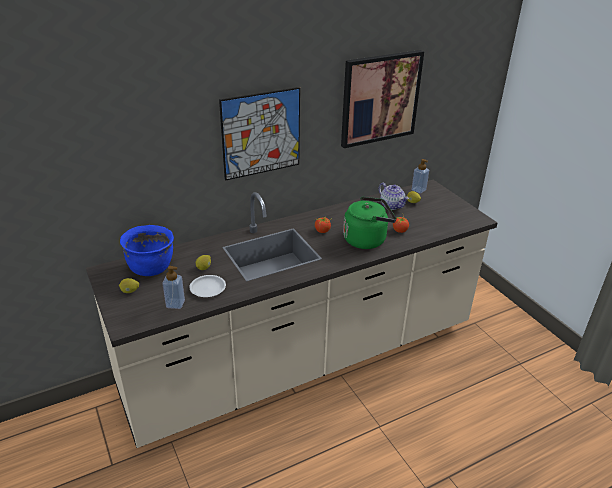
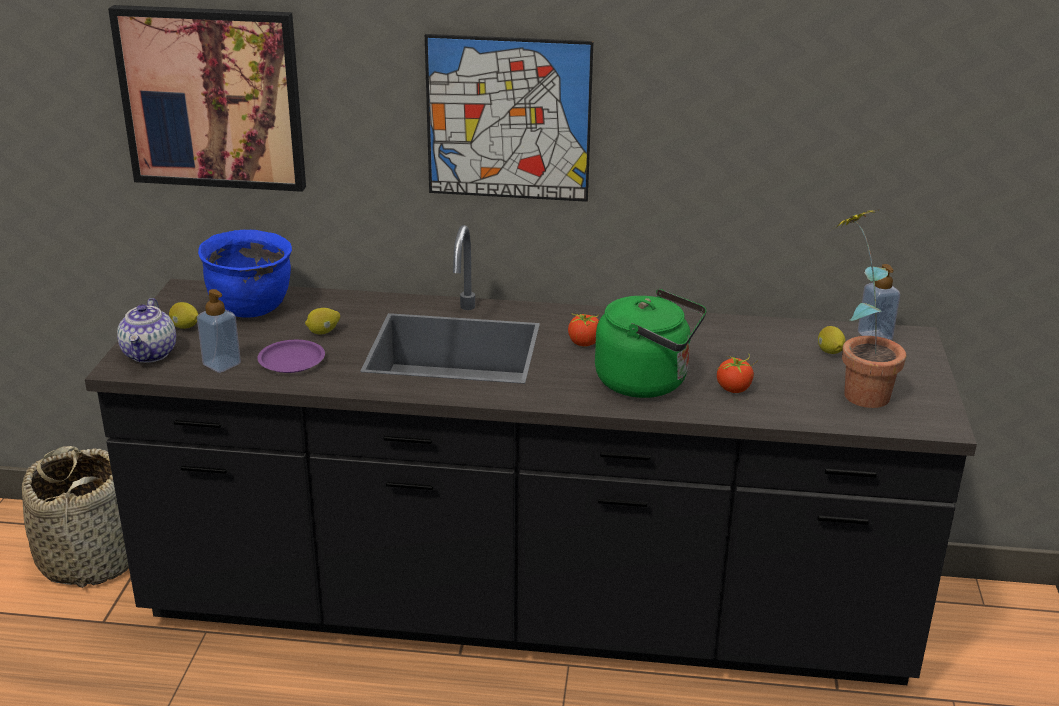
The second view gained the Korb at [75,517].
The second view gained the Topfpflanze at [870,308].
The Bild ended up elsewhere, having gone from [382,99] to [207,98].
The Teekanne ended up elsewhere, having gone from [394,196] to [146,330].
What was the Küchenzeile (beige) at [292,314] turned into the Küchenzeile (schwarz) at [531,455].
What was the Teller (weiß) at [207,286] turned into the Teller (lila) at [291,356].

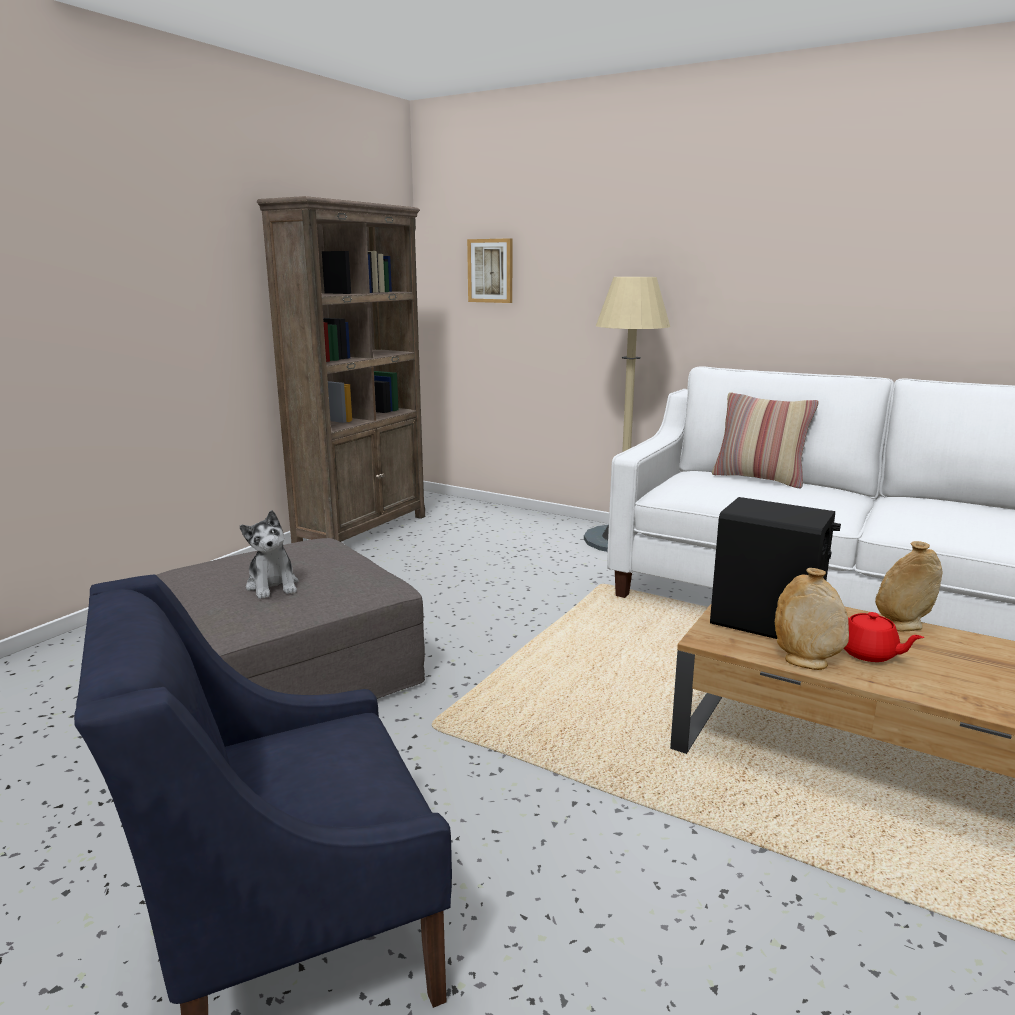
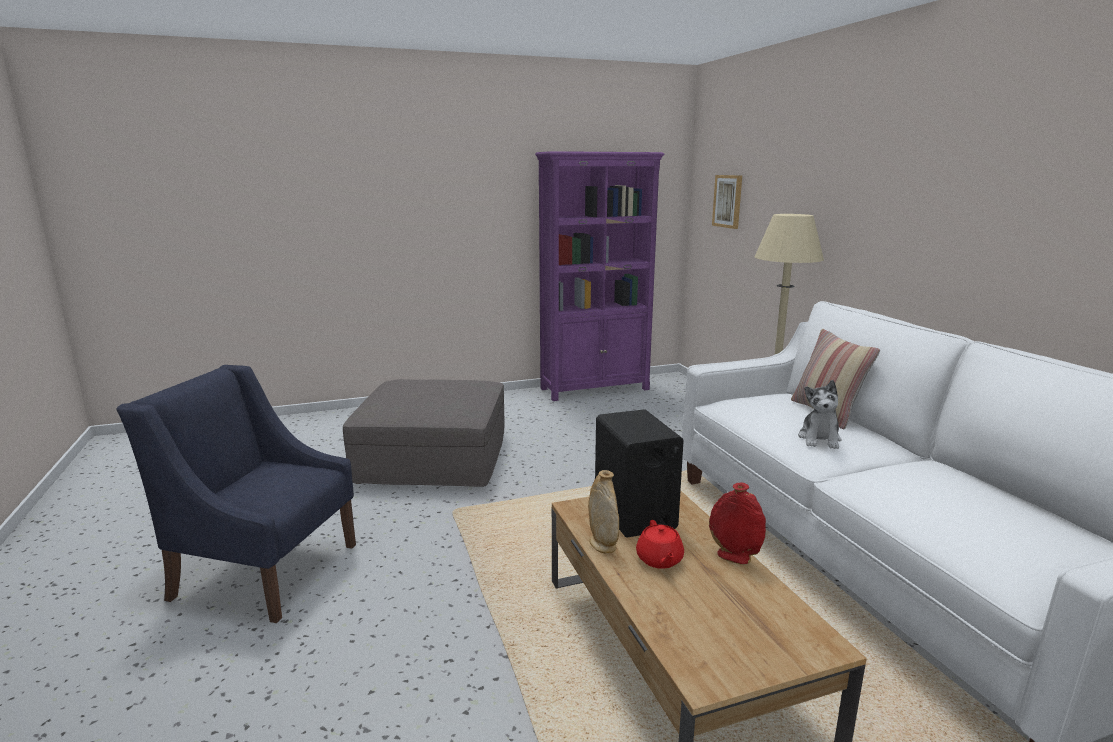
The Plüschtier ended up elsewhere, having gone from [269,554] to [820,414].
What was the Bücherregal (braun) at [341,369] turned into the Bücherregal (lila) at [599,276].
What was the Vase (beige) at [908,586] turned into the Vase (rot) at [737,524].

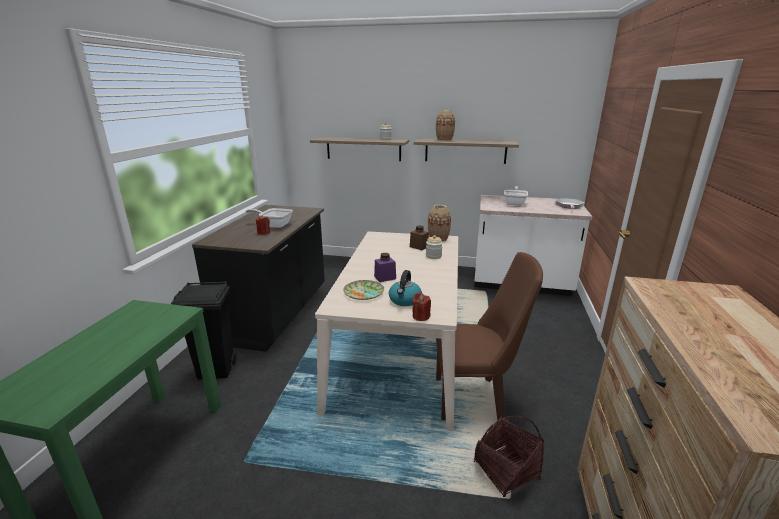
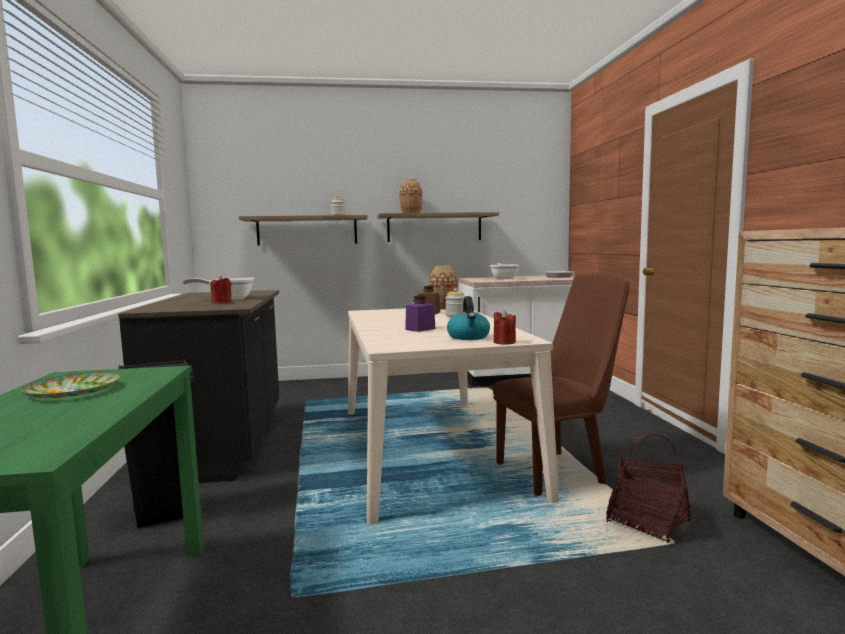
The Teller ended up elsewhere, having gone from [363,290] to [70,385].

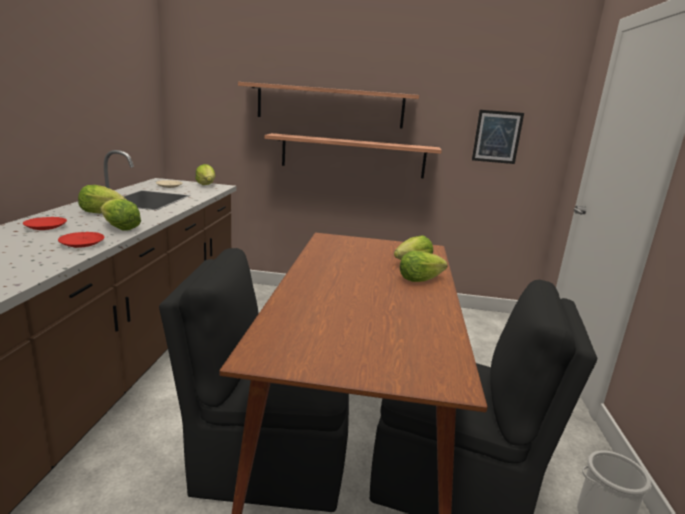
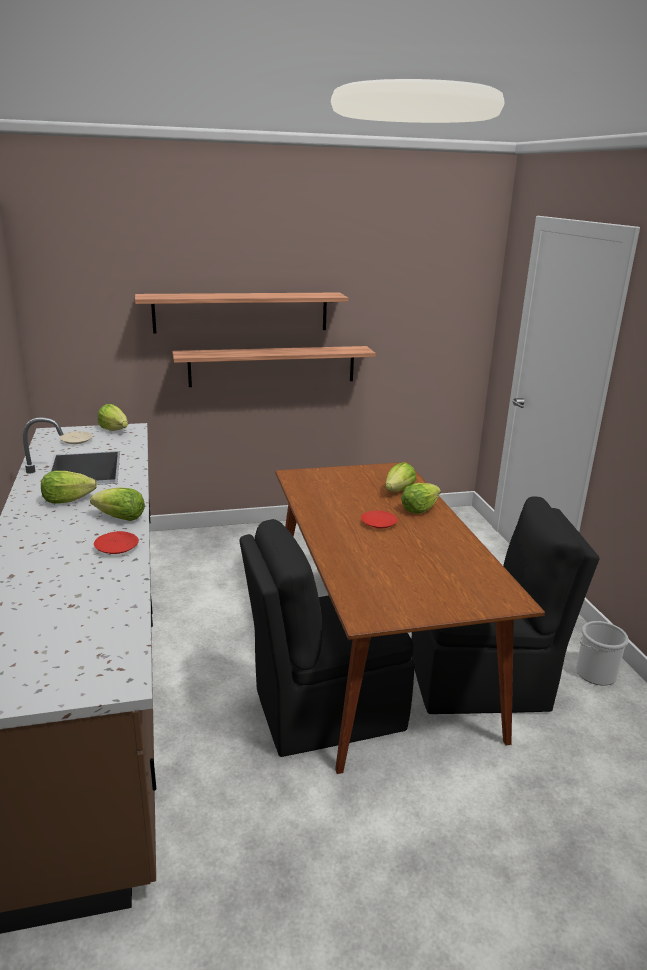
The second view lost the Bild at [498,137].
The Teller (rot) ended up elsewhere, having gone from [45,223] to [379,519].

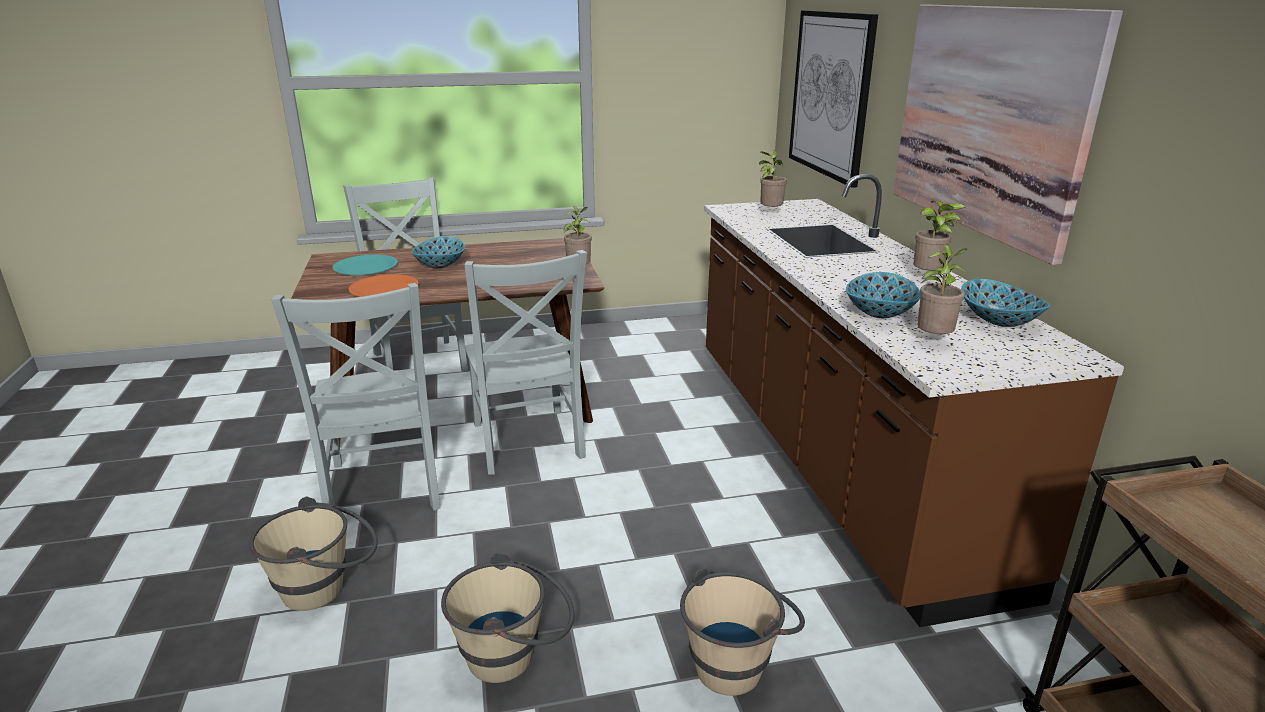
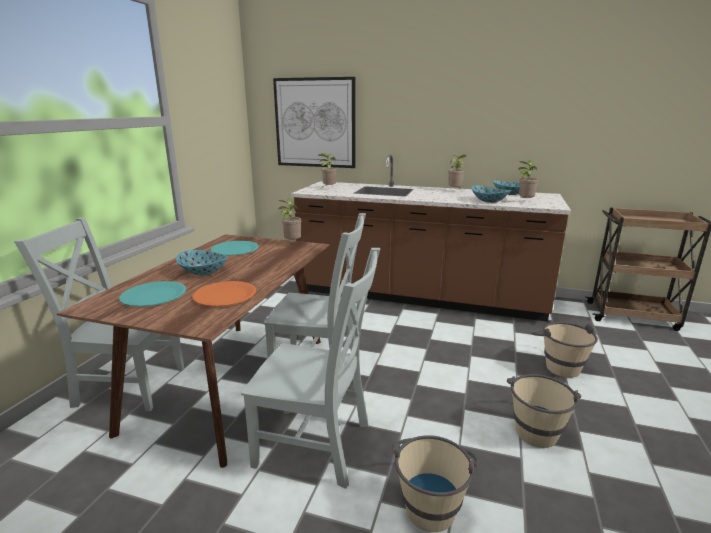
The second view lost the Bild at [1008,135].
The second view gained the Teller (türkis) at [234,248].

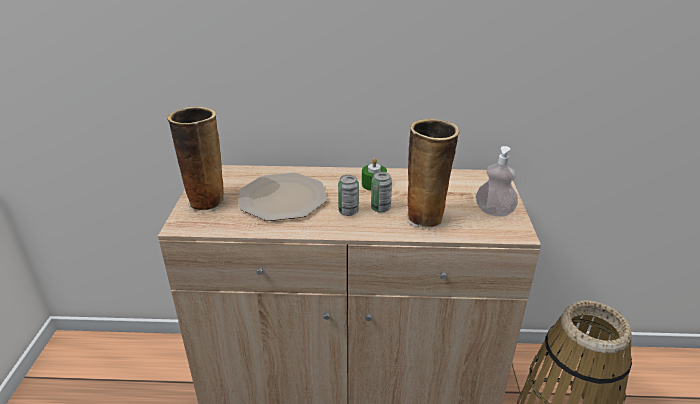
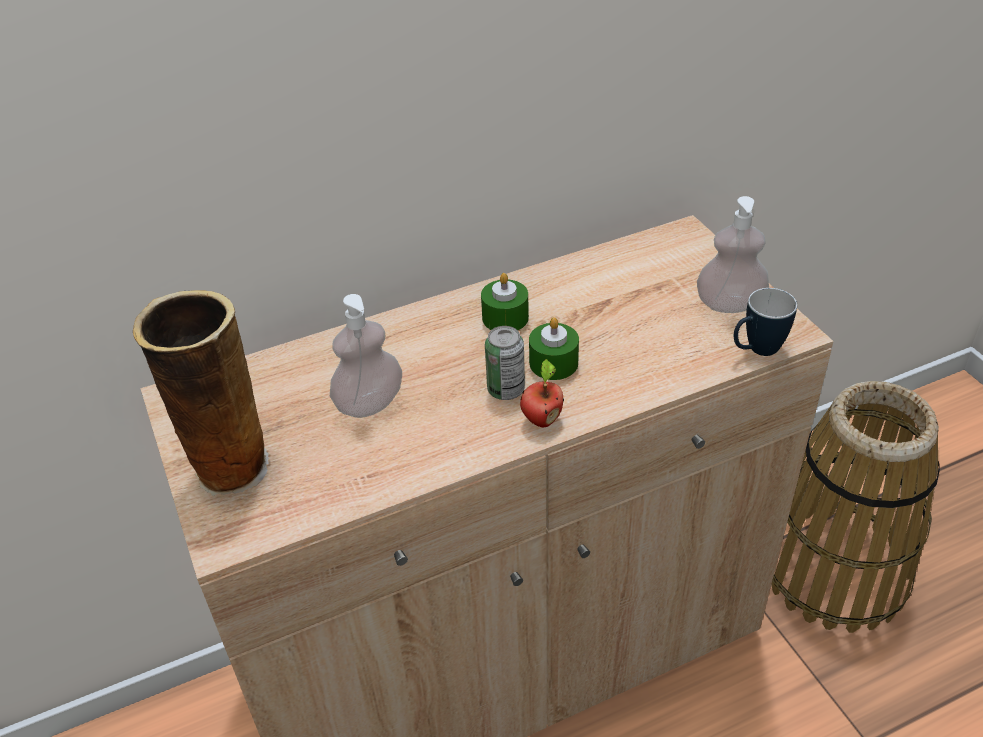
The second view lost the Vase at [432,174].
The second view gained the Apfel at [542,393].
The second view gained the Henkelbecher at [765,322].
Where the Teller stood at [282,196], the Seifenspender came to stand at [366,356].
Where the Dose stood at [381,192], the Kerze (grün) came to stand at [554,348].

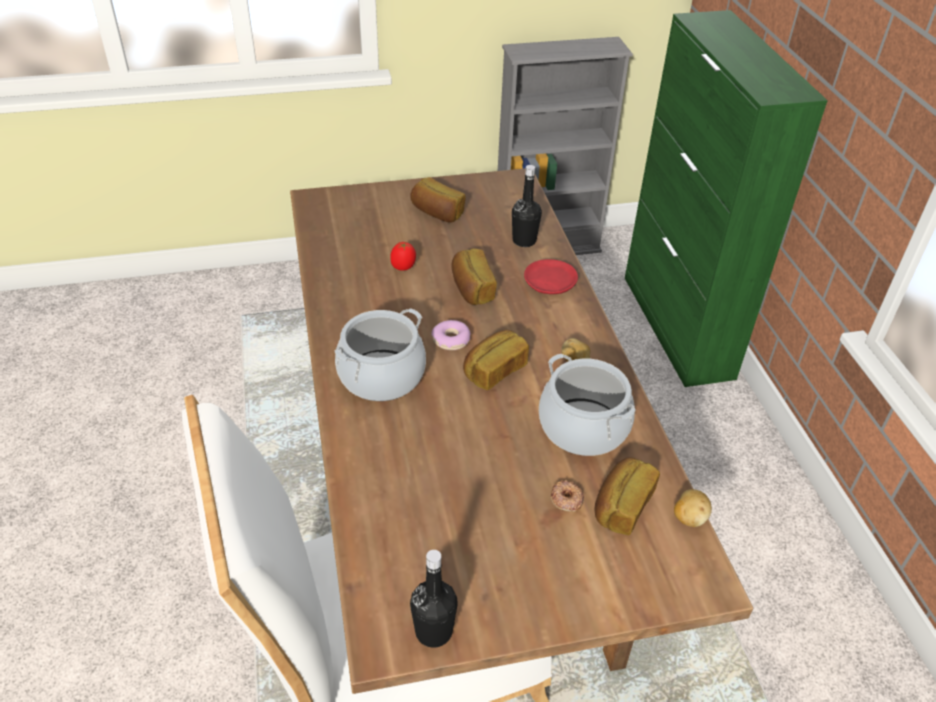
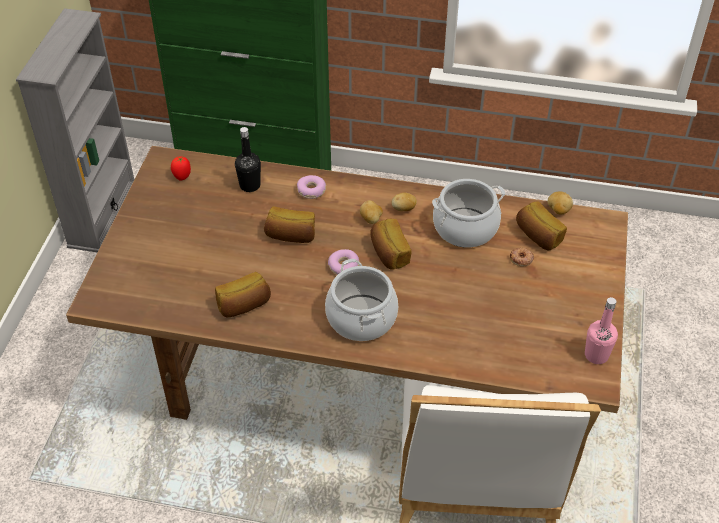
The second view gained the Kartoffel at [371,212].
The Tomate ended up elsewhere, having gone from [403,256] to [181,168].
The Brot ended up elsewhere, having gone from [438,200] to [243,294].
Where the Teller (rot) stood at [551,276], the Donut came to stand at [311,187].
What was the Flasche (schwarz) at [434,599] turned into the Flasche (rosa) at [601,330].

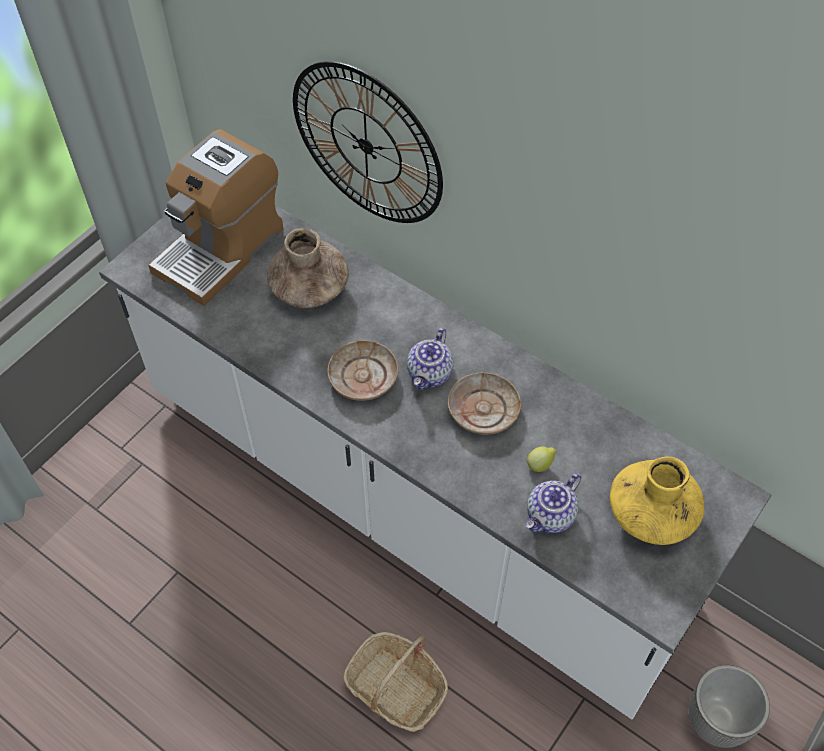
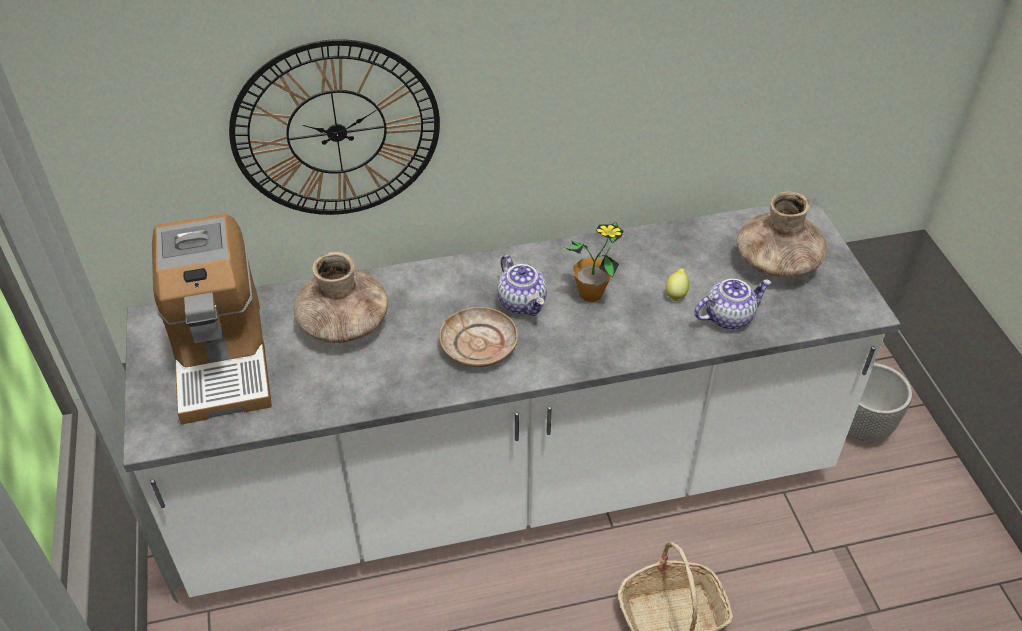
Where the Teller (beige) stood at [484,404], the Topfpflanze came to stand at [594,261].
What was the Vase (gelb) at [657,501] turned into the Vase (braun) at [781,235].
The Teekanne at [553,503] ended up facing another way, 105 degrees counterclockwise from before.

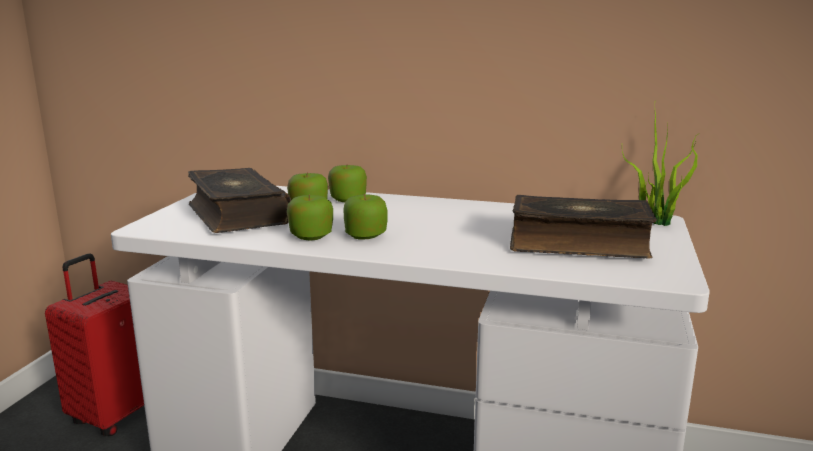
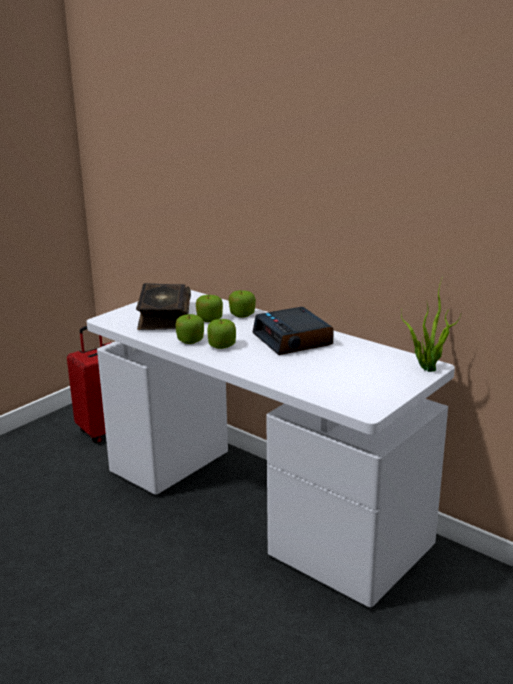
The second view lost the Buch at [583,227].
The second view gained the Wecker at [293,331].

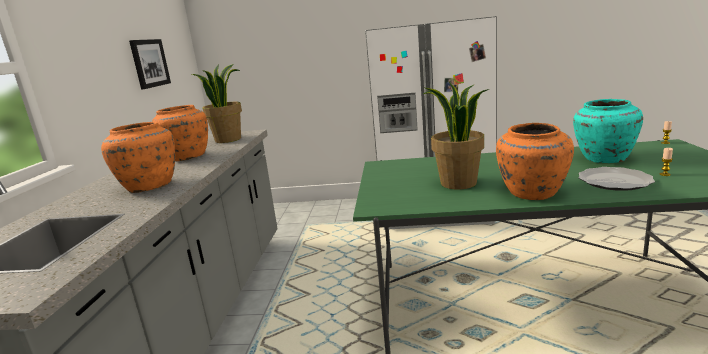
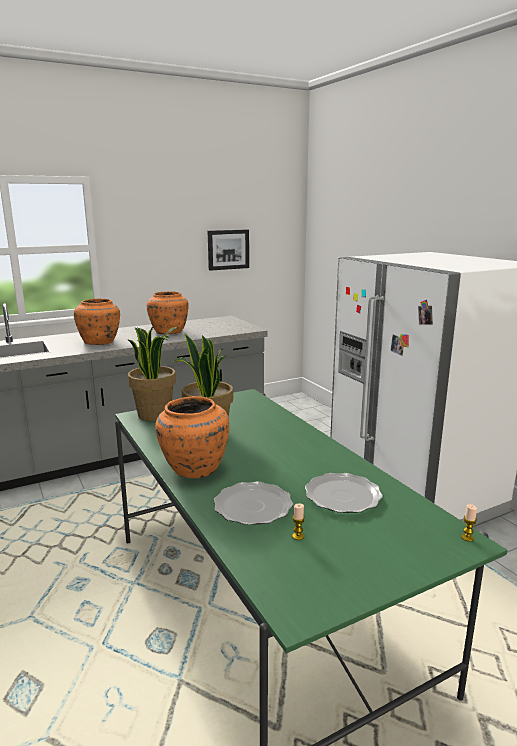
The Topfpflanze ended up elsewhere, having gone from [217,103] to [153,373].
Where the Vase (türkis) stood at [608,131], the Teller came to stand at [344,493].

